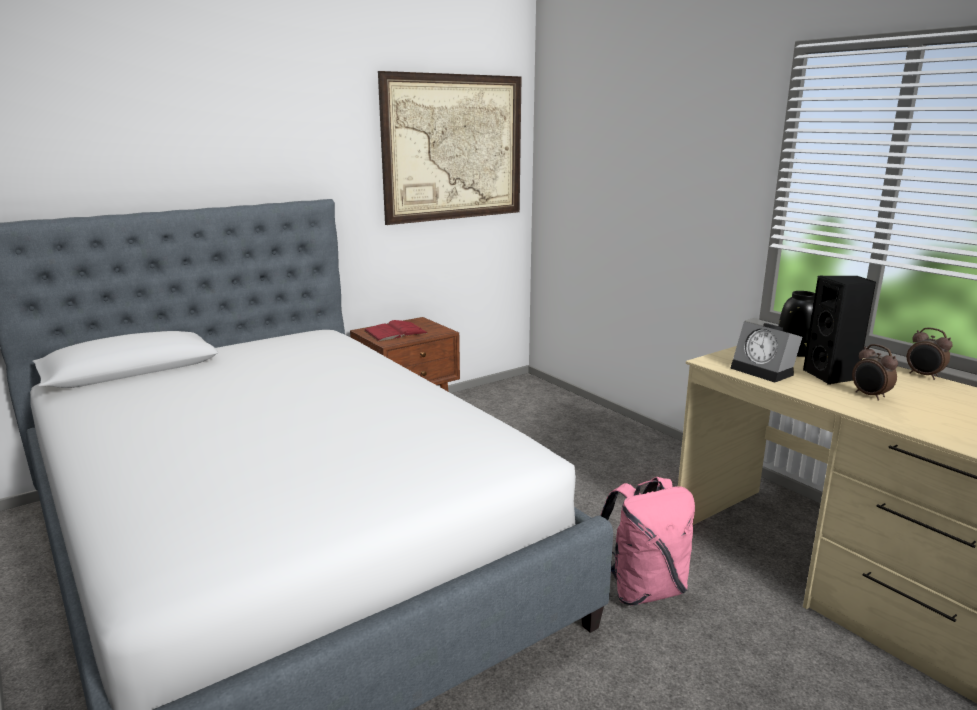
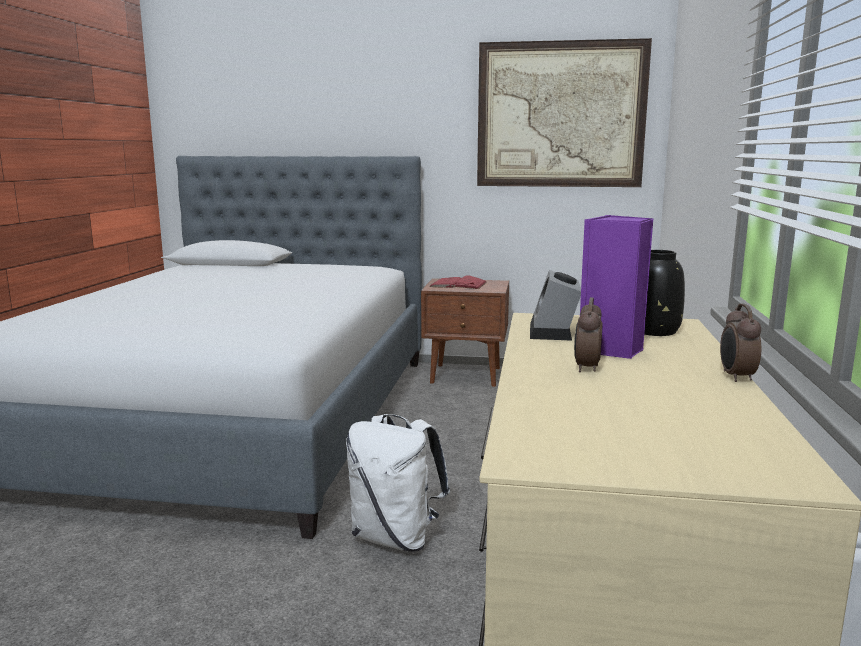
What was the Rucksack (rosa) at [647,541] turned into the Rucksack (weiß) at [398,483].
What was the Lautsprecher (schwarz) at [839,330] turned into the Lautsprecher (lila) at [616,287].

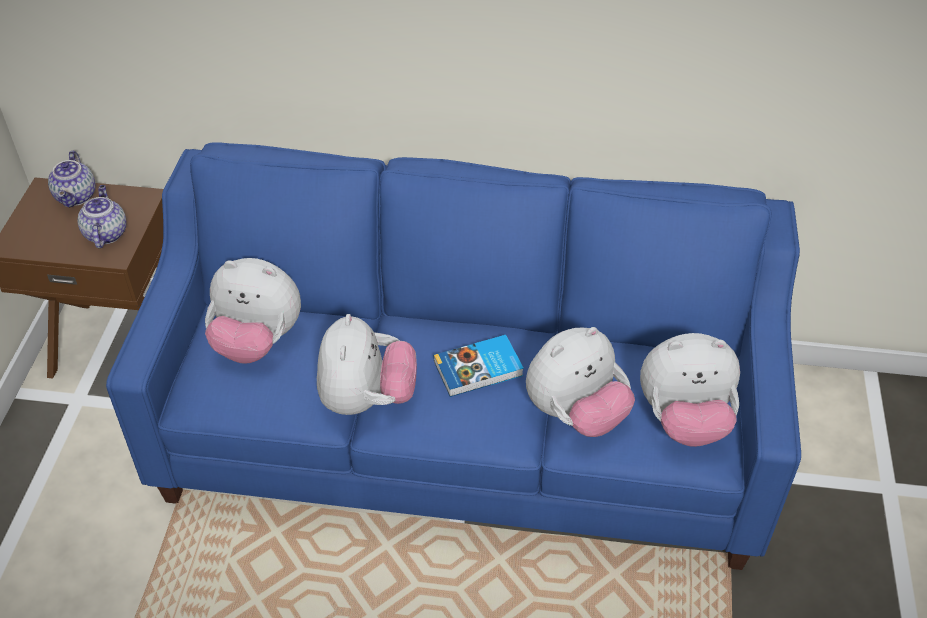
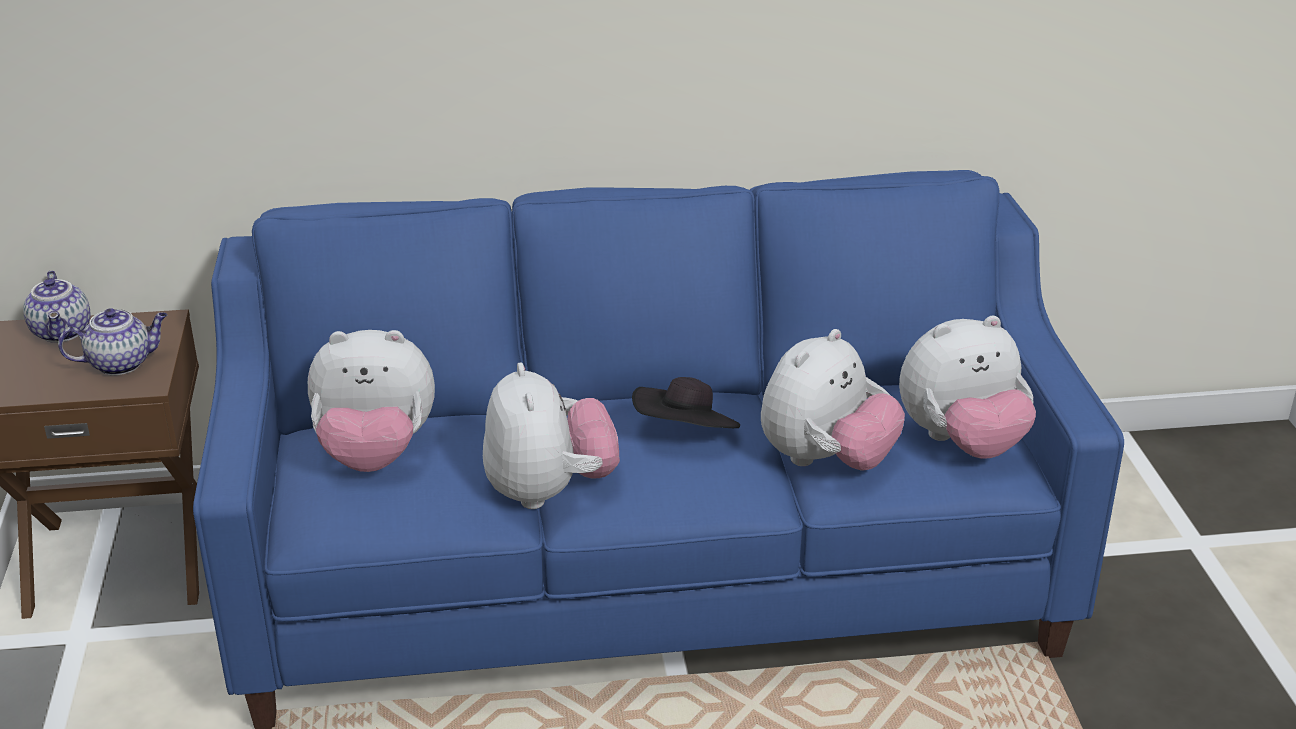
Where the Buch stood at [479,366], the Hut (schwarz) came to stand at [686,402].
The Teekanne at [101,217] ended up facing another way, 90 degrees clockwise from before.

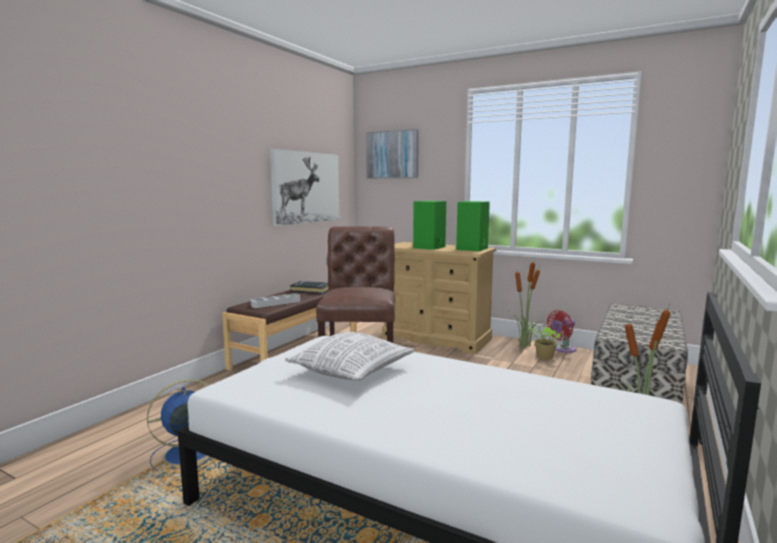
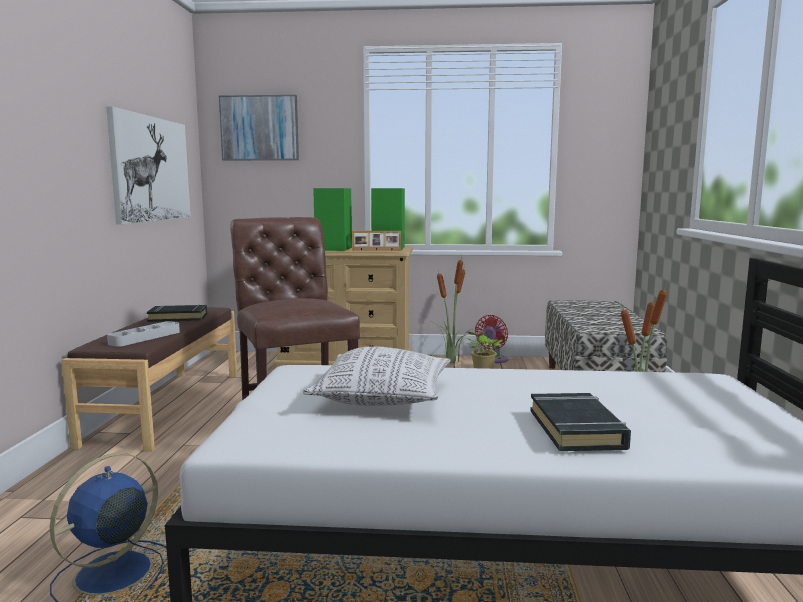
The second view gained the Bilderrahmen at [376,241].
The second view gained the Buch (schwarz) at [580,422].

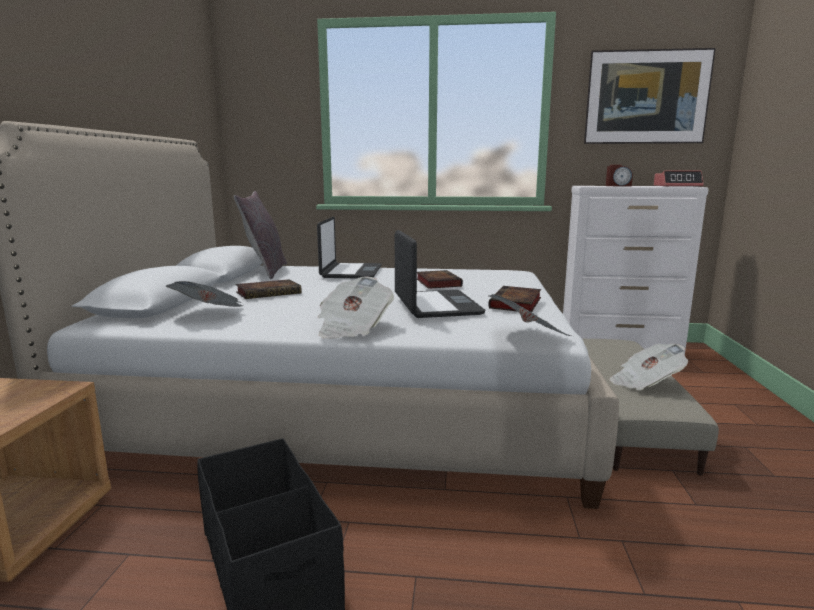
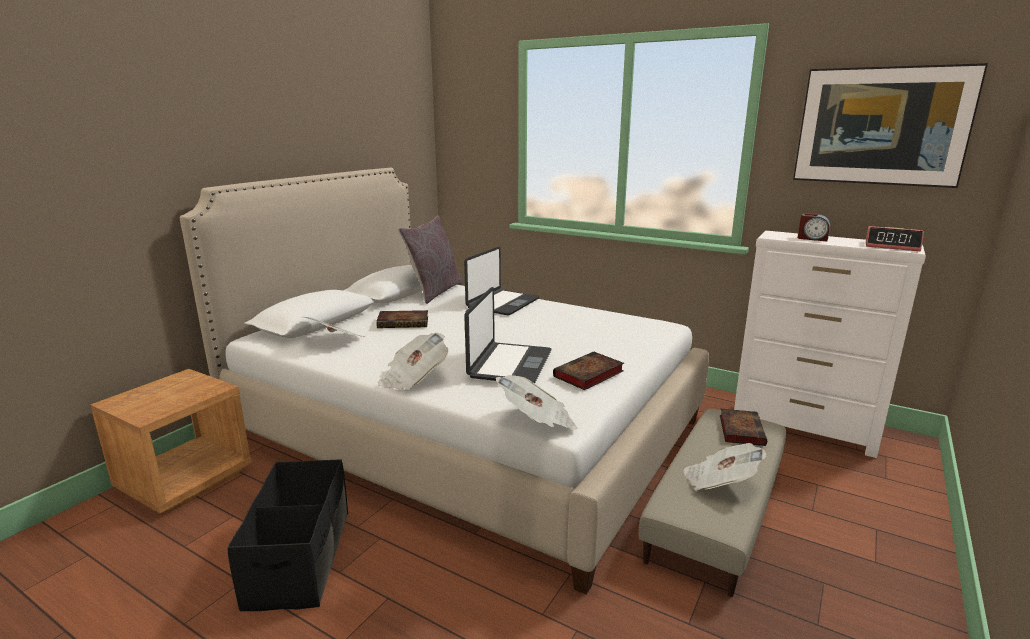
The Buch ended up elsewhere, having gone from [440,279] to [743,427].

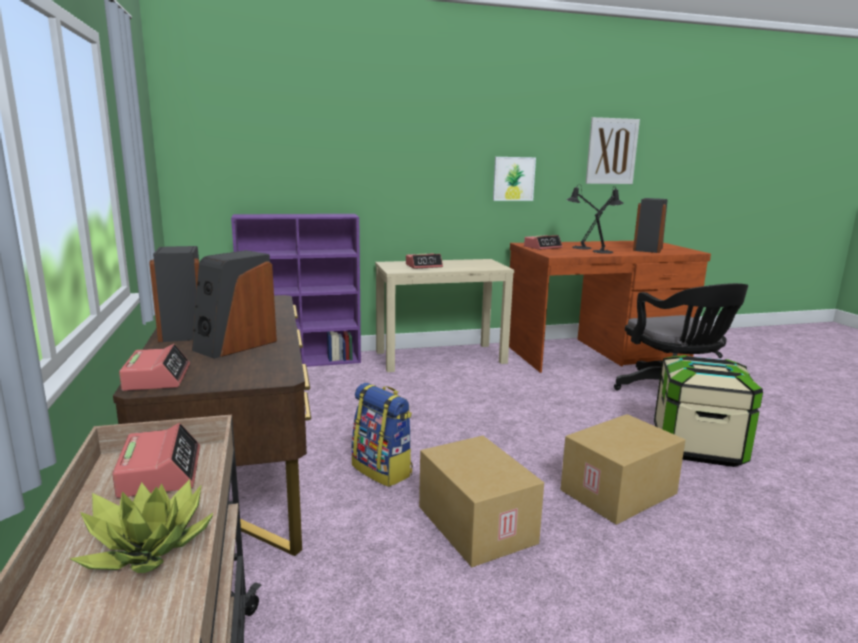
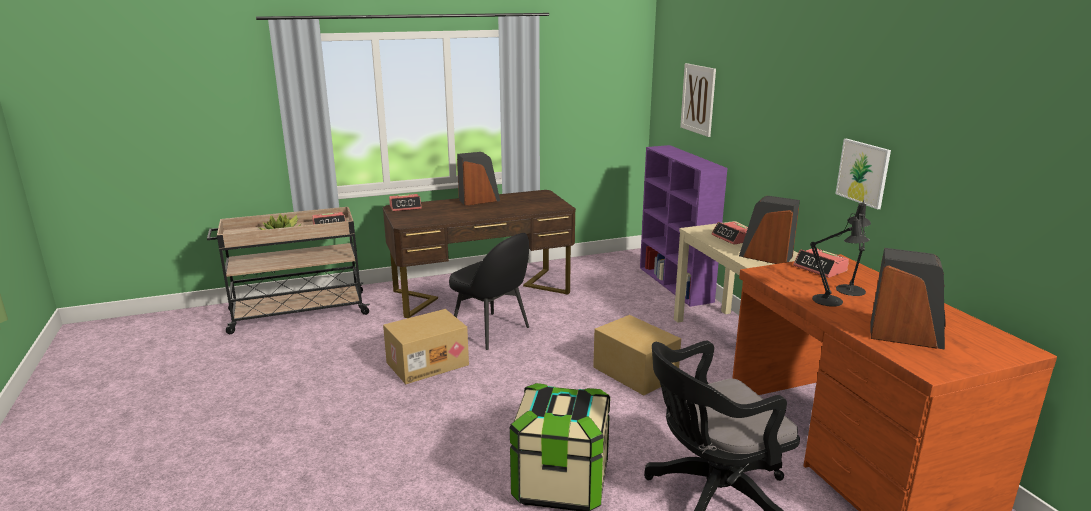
The Lautsprecher ended up elsewhere, having gone from [234,304] to [769,230].
The Karton ended up elsewhere, having gone from [622,469] to [637,355].
The Bild ended up elsewhere, having gone from [613,150] to [698,100].
Where the Rucksack stood at [382,435], the Stuhl (schwarz) came to stand at [489,291].

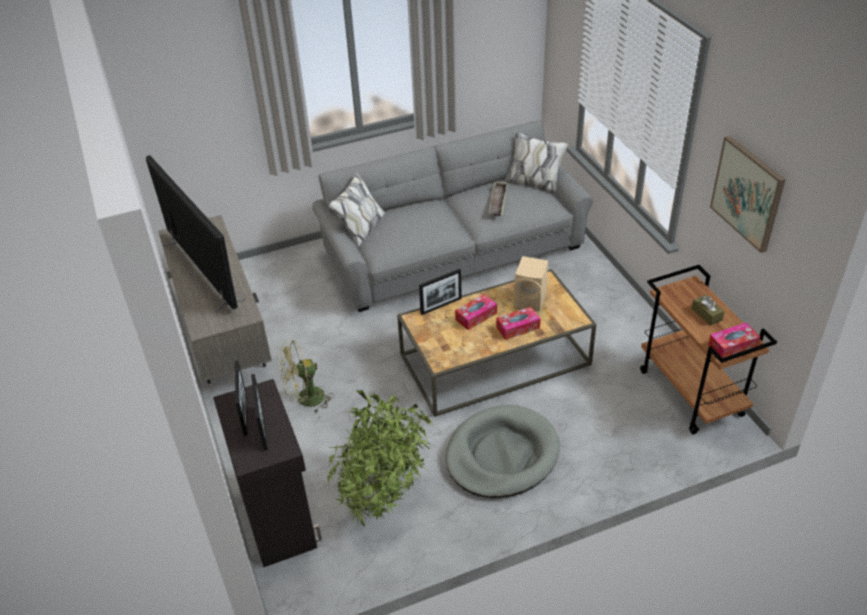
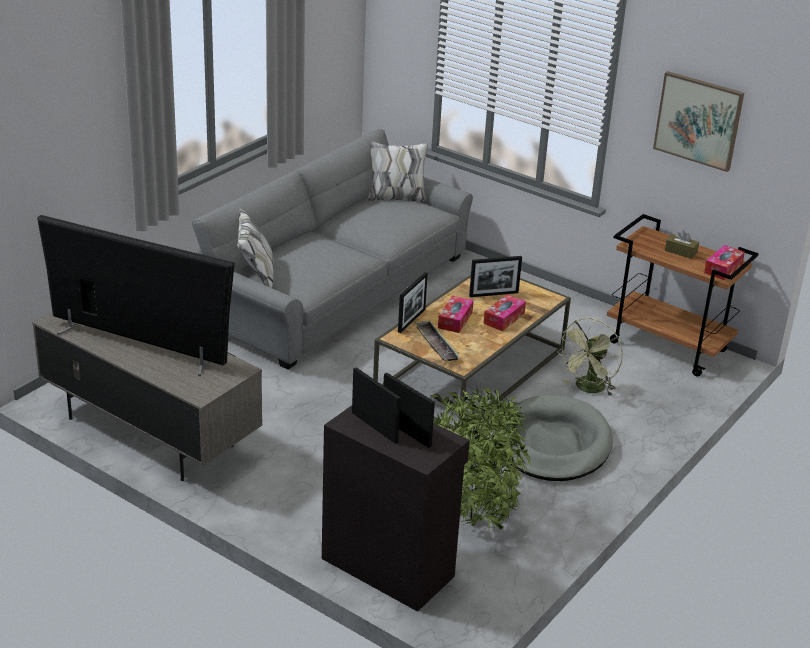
The Ventilator (grün) ended up elsewhere, having gone from [306,376] to [590,357].
The Tablett ended up elsewhere, having gone from [498,198] to [437,340].
Where the Lautsprecher (beige) stood at [531,284], the Bilderrahmen came to stand at [495,276].

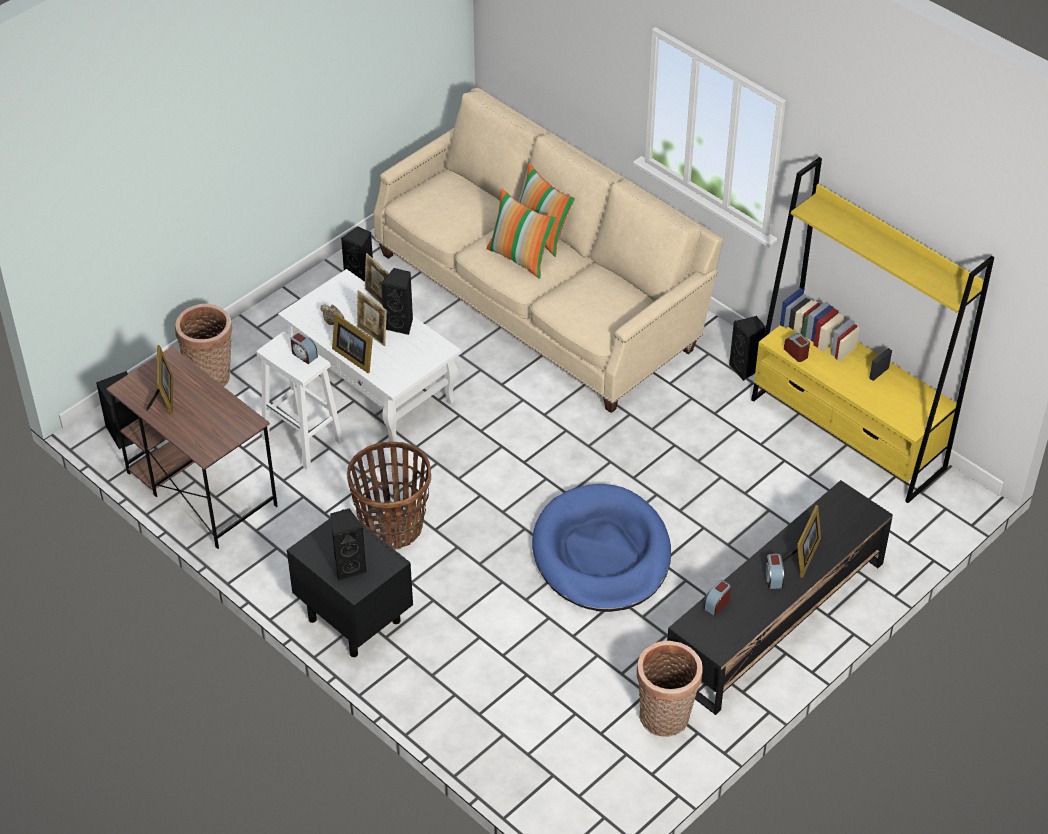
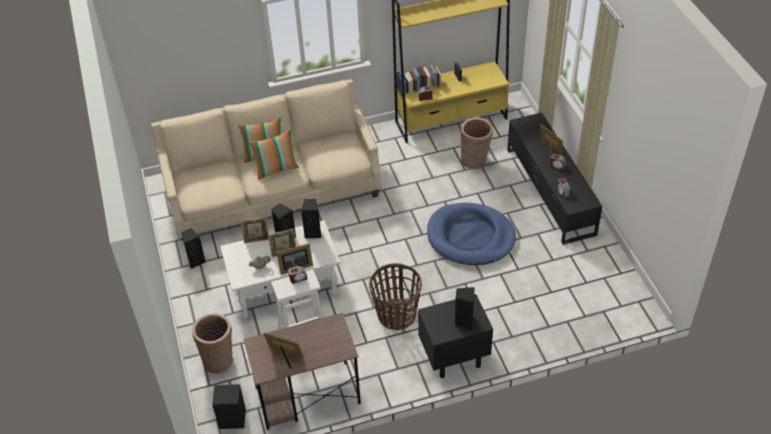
The Korb ended up elsewhere, having gone from [669,689] to [476,143].
The Lautsprecher (schwarz) ended up elsewhere, having gone from [747,348] to [311,218].

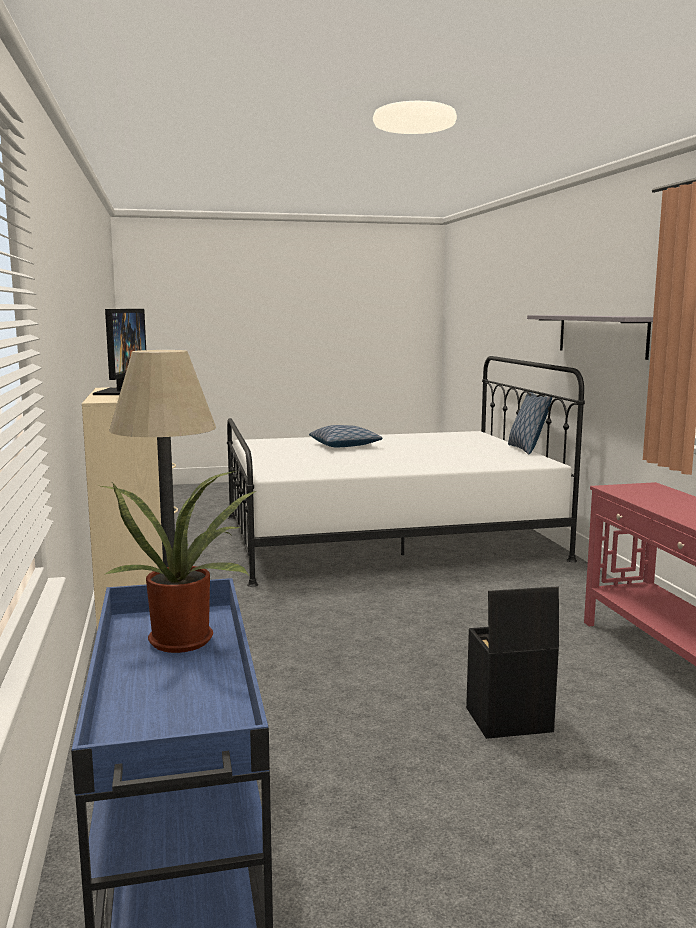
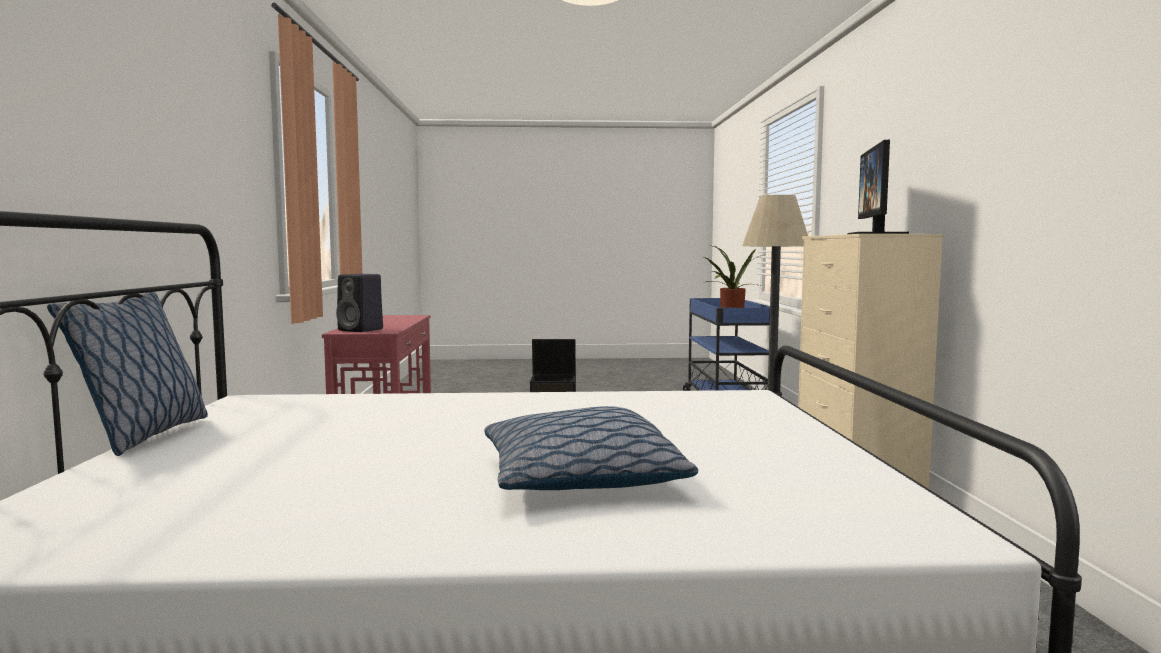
The second view lost the Wandregal (grau) at [590,337].
The second view gained the Lautsprecher (schwarz) at [359,303].

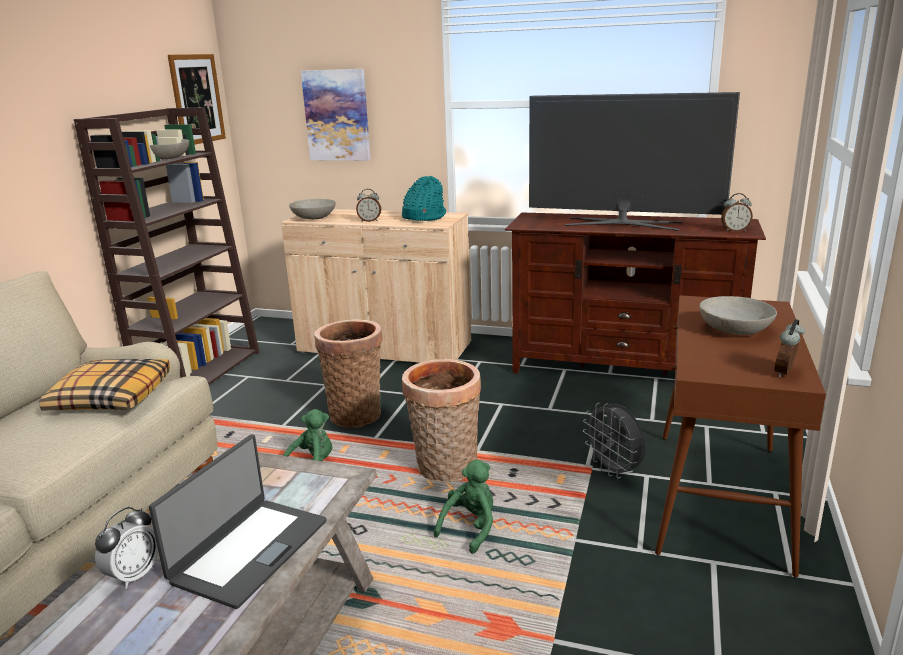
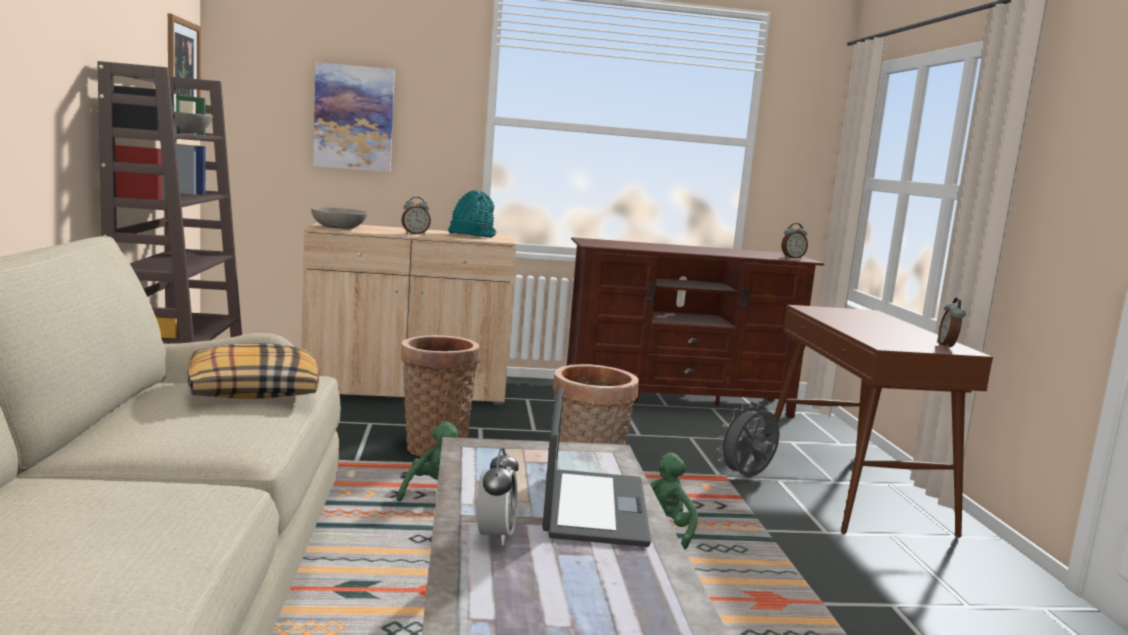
The second view lost the Fernseher at [634,161].
The second view lost the Schüssel (grau) at [738,315].
The Ventilator (grau) at [614,441] ended up facing another way, 105 degrees clockwise from before.

